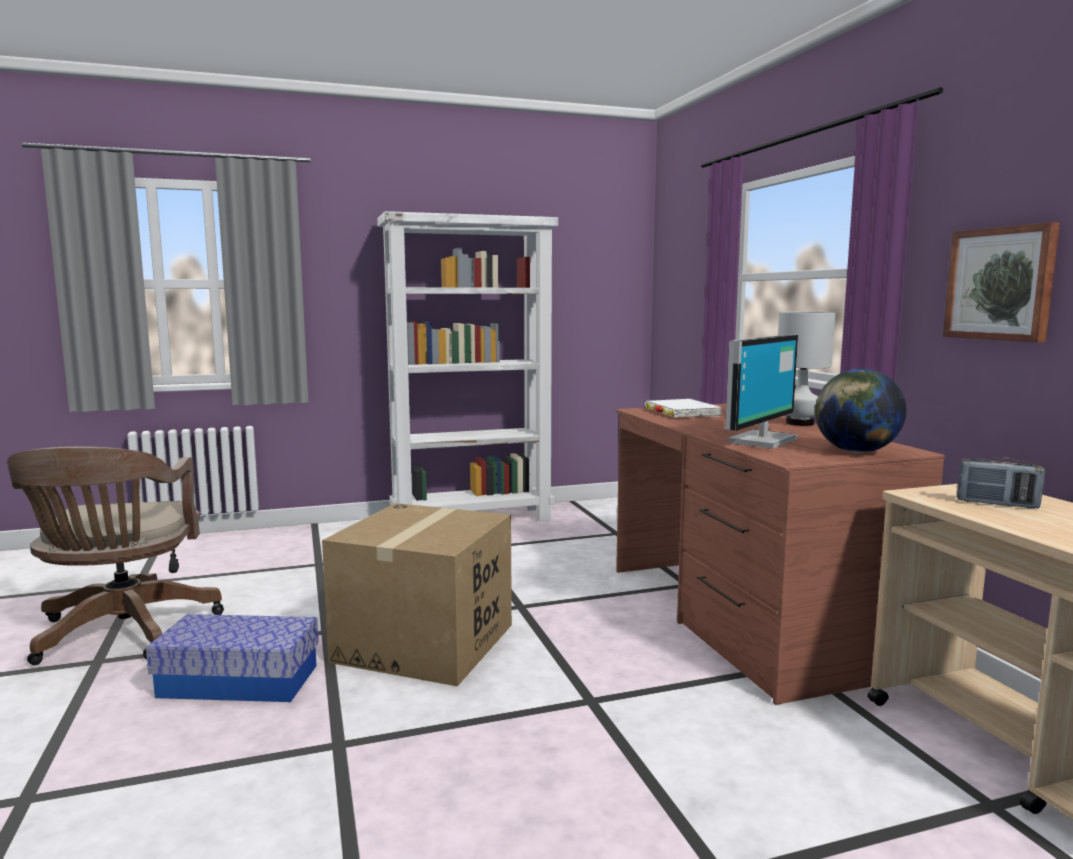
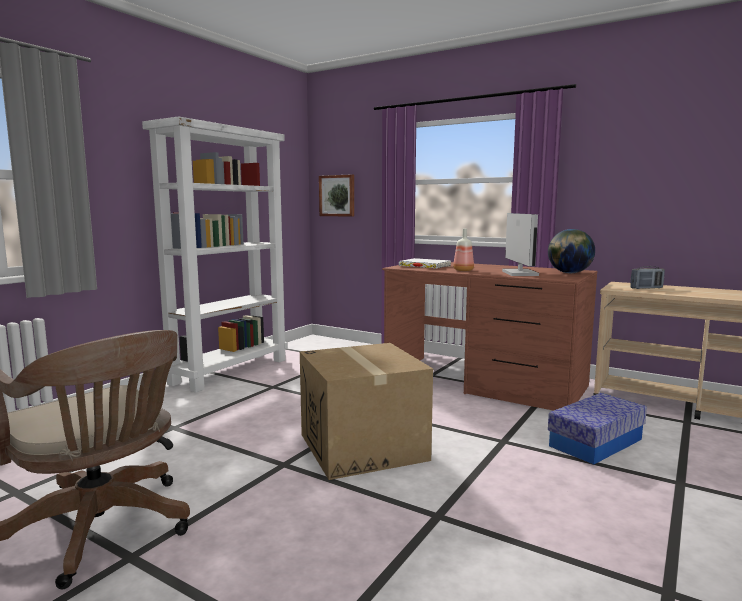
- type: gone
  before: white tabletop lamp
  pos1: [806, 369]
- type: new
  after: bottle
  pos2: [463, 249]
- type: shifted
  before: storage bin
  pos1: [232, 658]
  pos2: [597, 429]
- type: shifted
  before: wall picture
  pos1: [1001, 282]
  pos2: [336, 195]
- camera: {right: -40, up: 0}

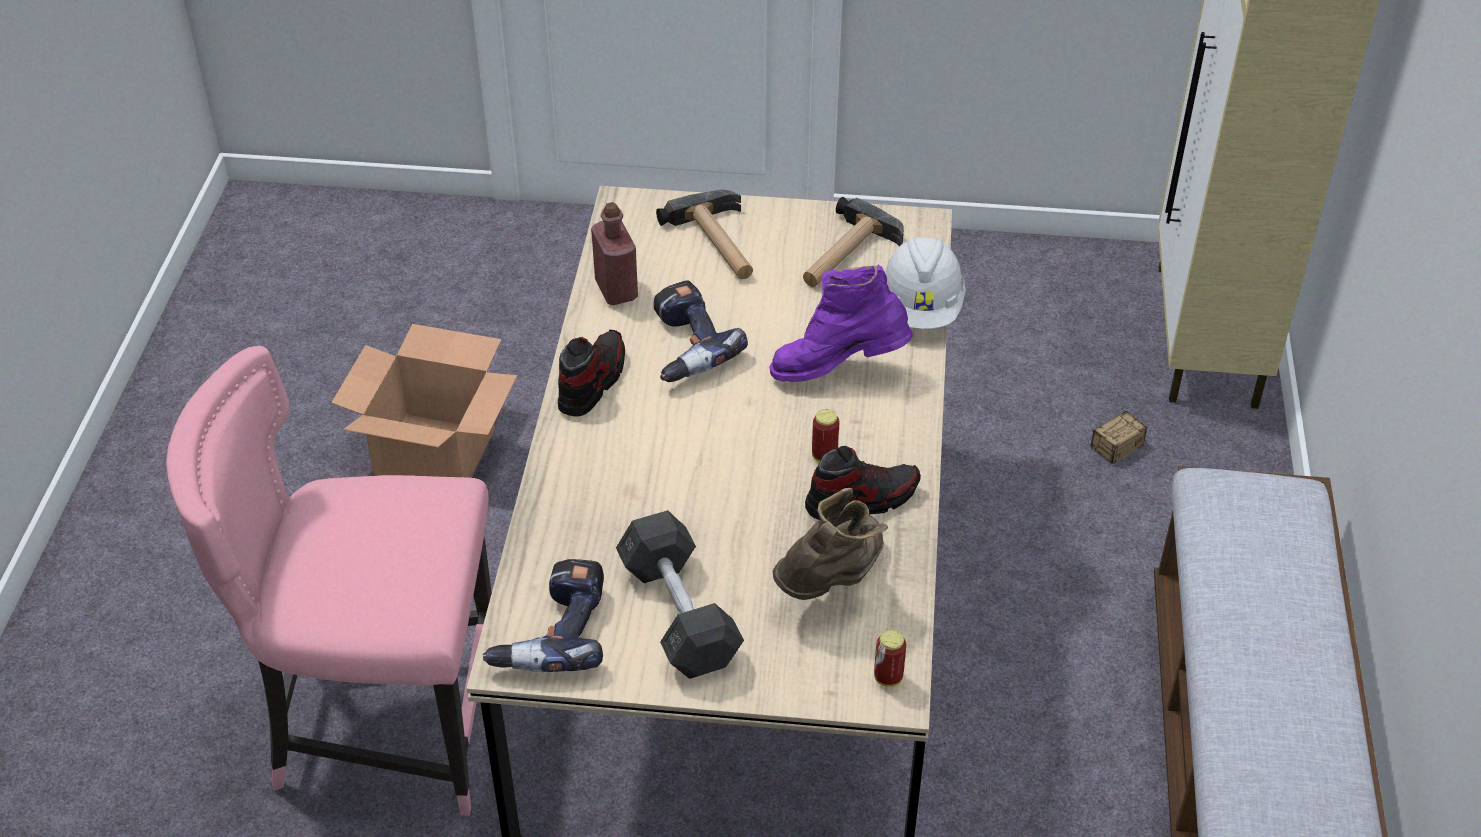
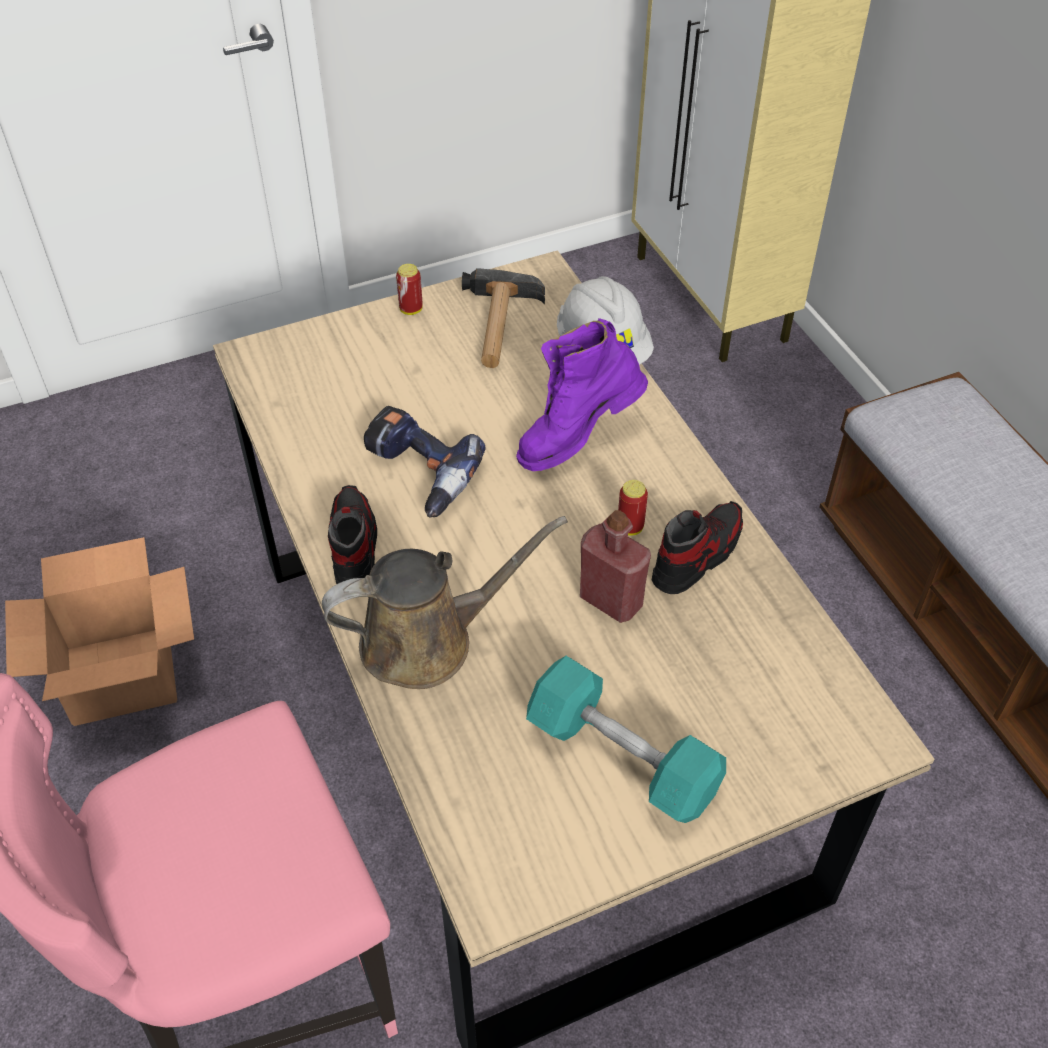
- type: gone
  before: electric drill
  pos1: [543, 615]
- type: gone
  before: tool hammer
  pos1: [704, 234]
- type: gone
  before: brownish tall boot
  pos1: [830, 544]
- type: gone
  before: storage bin
  pos1: [1112, 437]
- type: new
  after: brownish watering pot
  pos2: [445, 602]
- type: shifted
  before: red-coloured bottle
  pos1: [614, 253]
  pos2: [615, 566]
- type: shifted
  before: can
  pos1: [890, 658]
  pos2: [409, 289]
- type: repainted
  before: gray hand weight
  after: turquoise-coloured hand weight
  pos1: [680, 594]
  pos2: [626, 739]
- camera: {right: -30, up: 5}

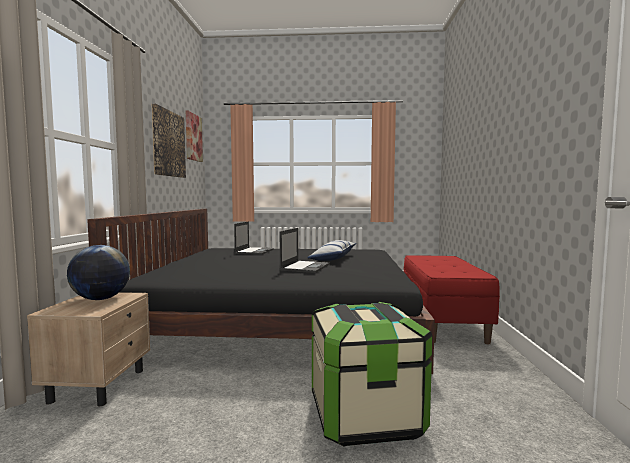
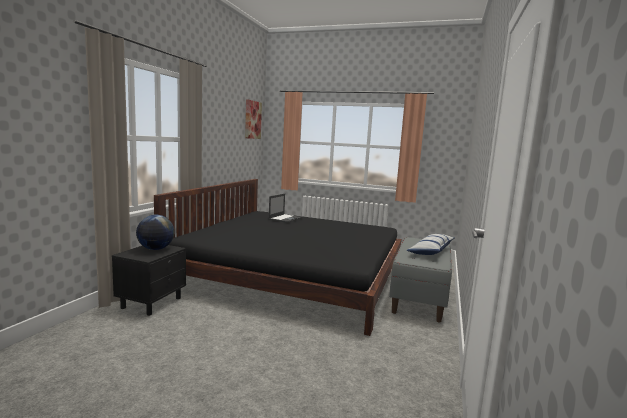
- type: gone
  before: wall picture
  pos1: [168, 141]
- type: gone
  before: laptop
  pos1: [304, 250]
- type: gone
  before: storage bin
  pos1: [372, 374]
- type: shifted
  before: throw pillow
  pos1: [331, 250]
  pos2: [430, 244]
- type: repainted
  before: beige bedside table
  after: black-coloured bedside table
  pos1: [88, 349]
  pos2: [149, 280]
- type: repainted
  before: red-coloured indoor bench
  after: gray indoor bench
  pos1: [451, 299]
  pos2: [420, 280]
- camera: {right: 15, up: 5}

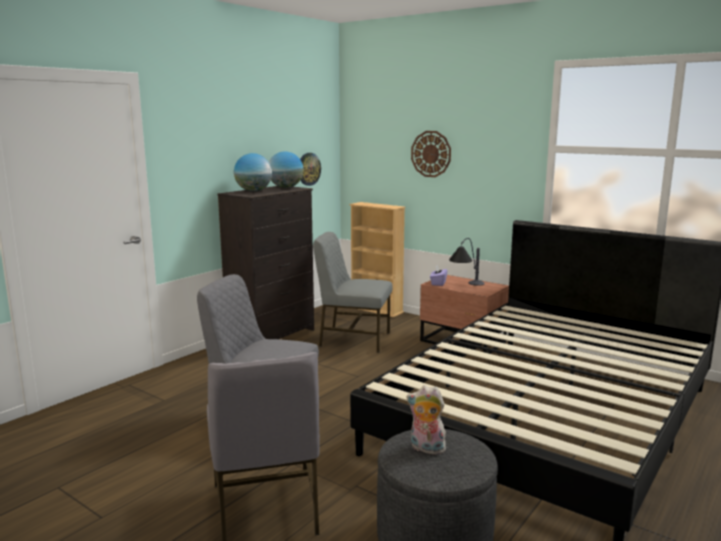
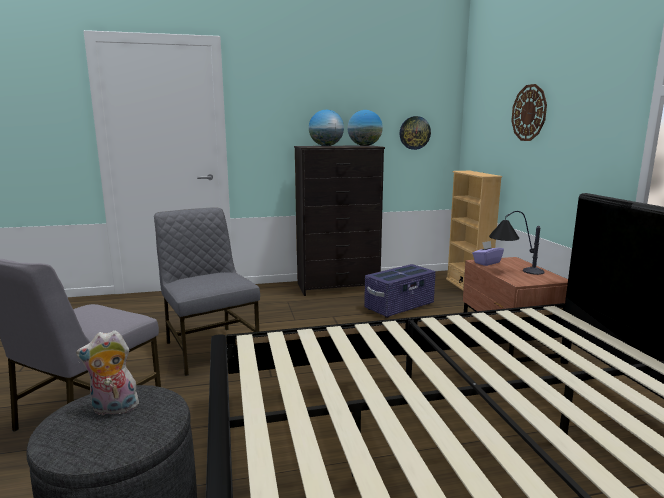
- type: swapped
  before: gray plain chair
  after: purple storage bin
  pos1: [353, 292]
  pos2: [400, 291]
- type: rotated
  before: cuddly toy
  pos1: [426, 420]
  pos2: [108, 373]
  turn: -75
- camera: {right: 40, up: 0}

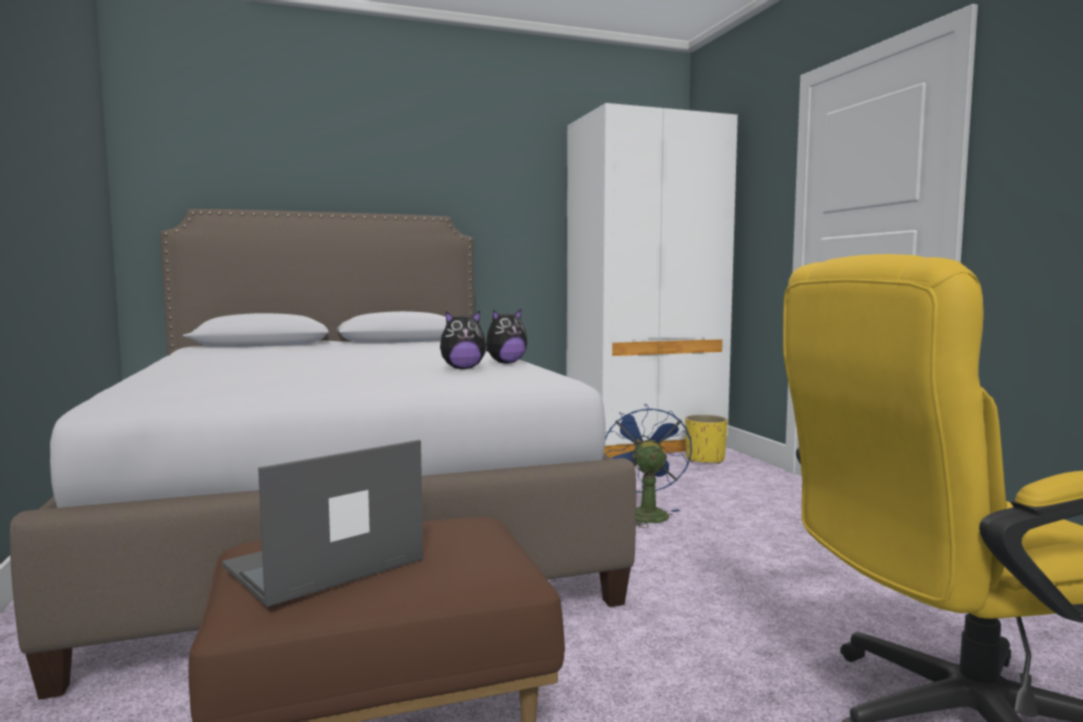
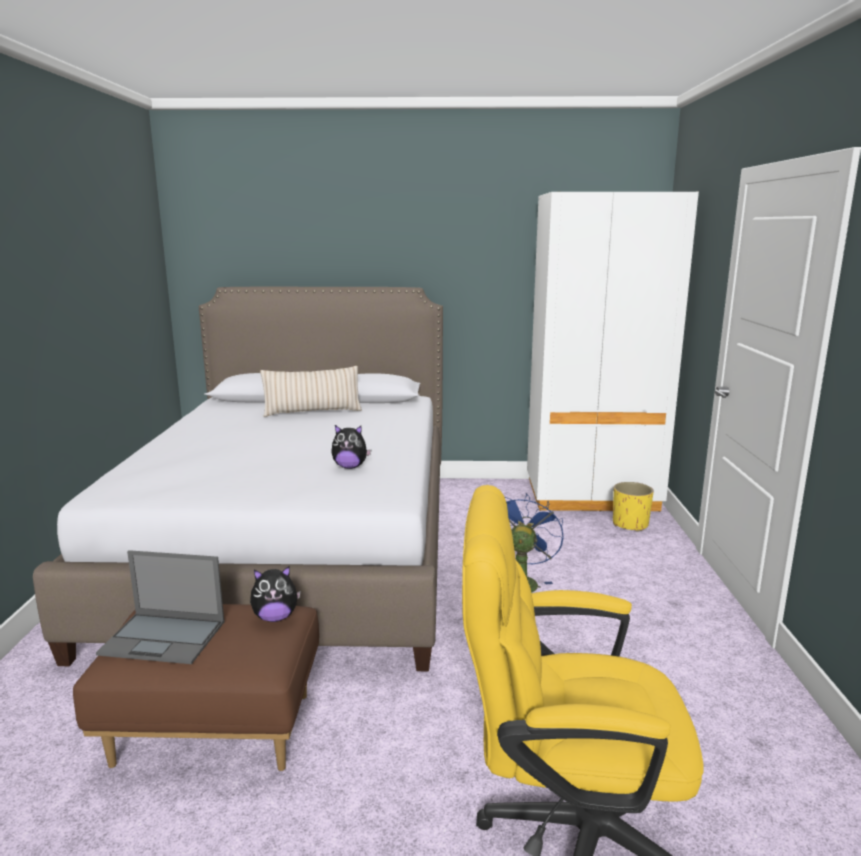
- type: new
  after: beige throw pillow
  pos2: [311, 391]
- type: shifted
  before: cuddly toy
  pos1: [506, 336]
  pos2: [275, 594]
- type: rotated
  before: laptop
  pos1: [322, 523]
  pos2: [160, 607]
  turn: -150
- camera: {right: 20, up: 10}

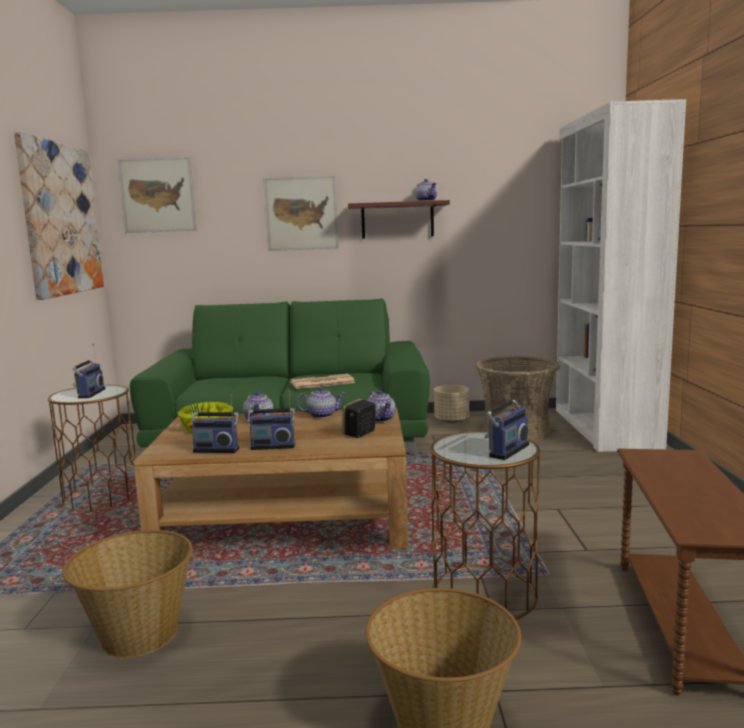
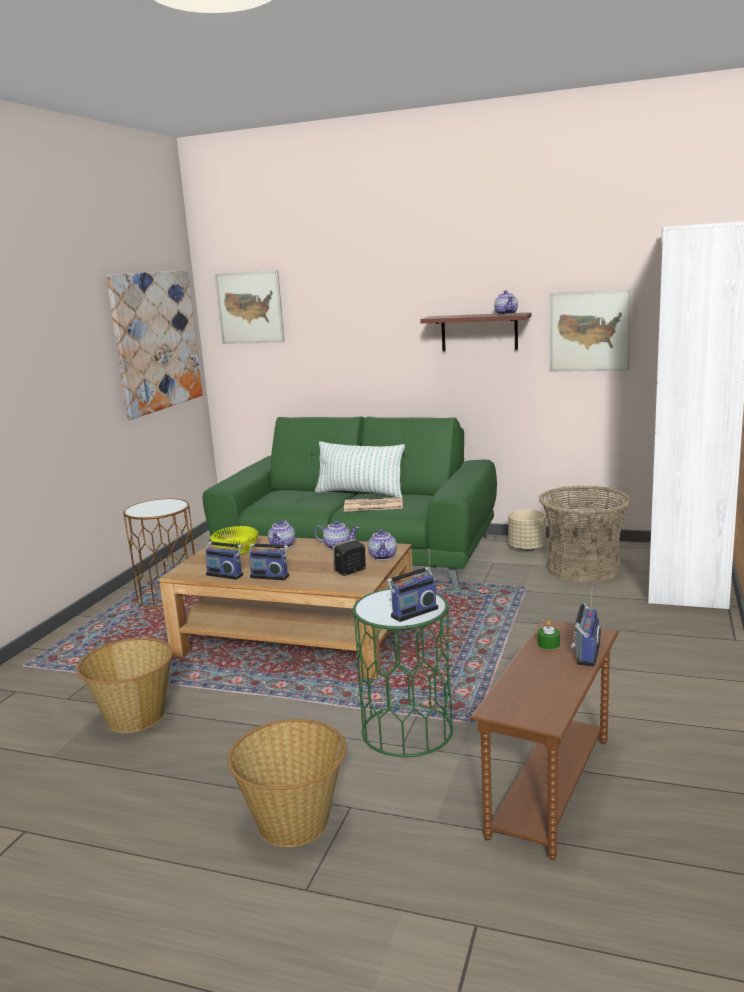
- type: new
  after: throw pillow
  pos2: [360, 469]
- type: new
  after: green-coloured candle
  pos2: [549, 635]
- type: shifted
  before: radio
  pos1: [88, 371]
  pos2: [586, 625]
- type: shifted
  before: wall picture
  pos1: [301, 213]
  pos2: [590, 330]
- type: repainted
  before: brownish end table
  after: green-coloured end table
  pos1: [485, 525]
  pos2: [403, 673]
- camera: {right: 20, up: 5}

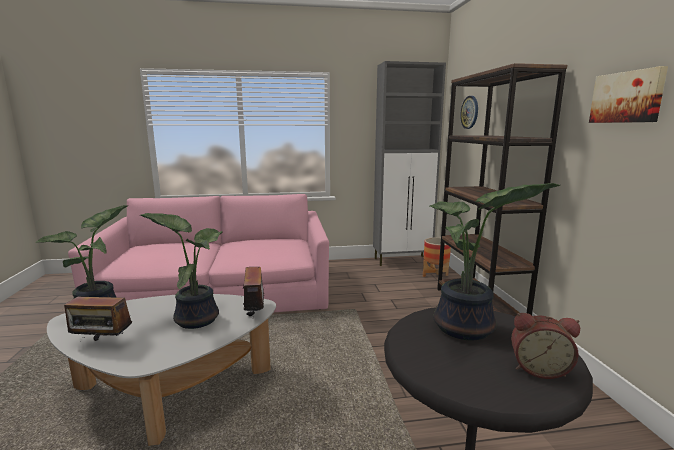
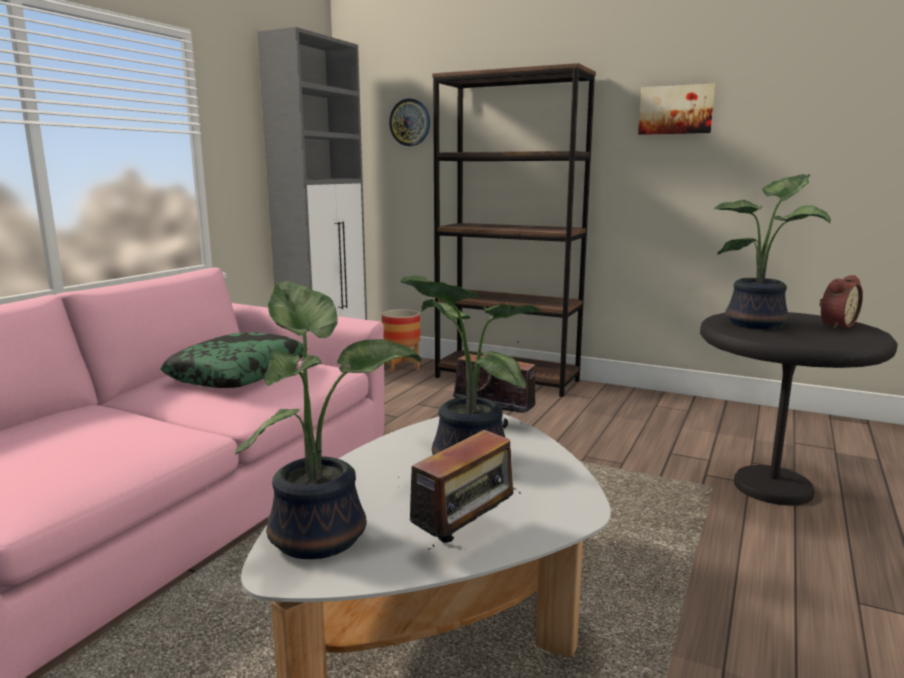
- type: new
  after: throw pillow
  pos2: [231, 360]
- camera: {right: -55, up: 0}

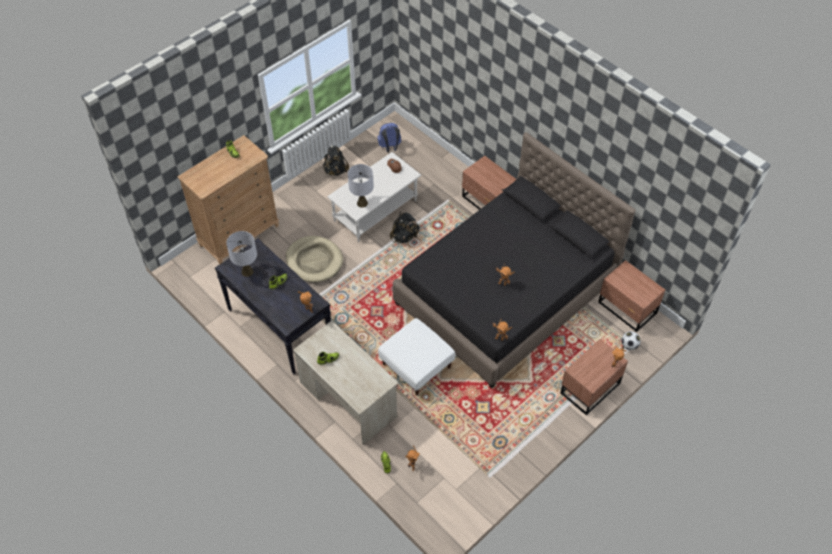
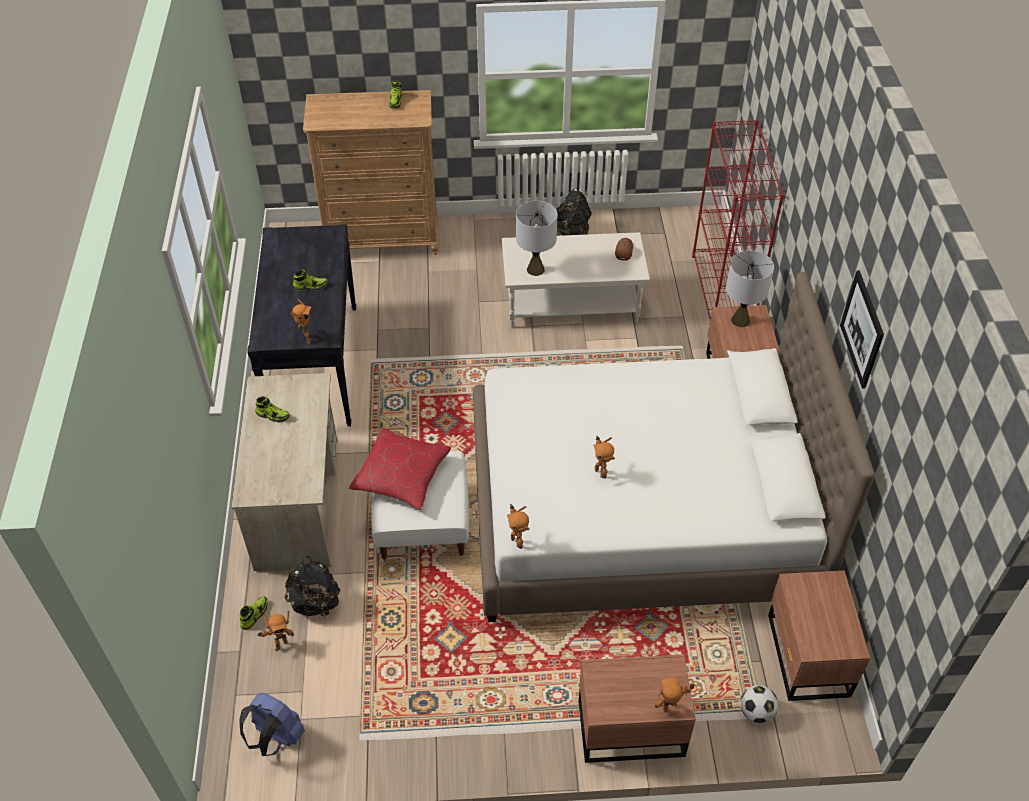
- type: gone
  before: beige dog bed
  pos1: [314, 259]
- type: new
  after: red-coloured throw pillow
  pos2: [400, 468]
- type: new
  after: red-coloured bookcase
  pos2: [738, 219]
- type: new
  after: wall picture
  pos2: [862, 329]
- type: shifted
  before: gray tabletop lamp
  pos1: [241, 254]
  pos2: [750, 288]
- type: shifted
  before: blue backpack
  pos1: [389, 137]
  pos2: [272, 724]
- type: shifted
  before: black-coloured backpack
  pos1: [404, 227]
  pos2: [312, 587]
- type: repainted
  before: black-coloured bedroom bed
  after: white bedroom bed
  pos1: [514, 260]
  pos2: [674, 446]
- camera: {right: 40, up: -5}

